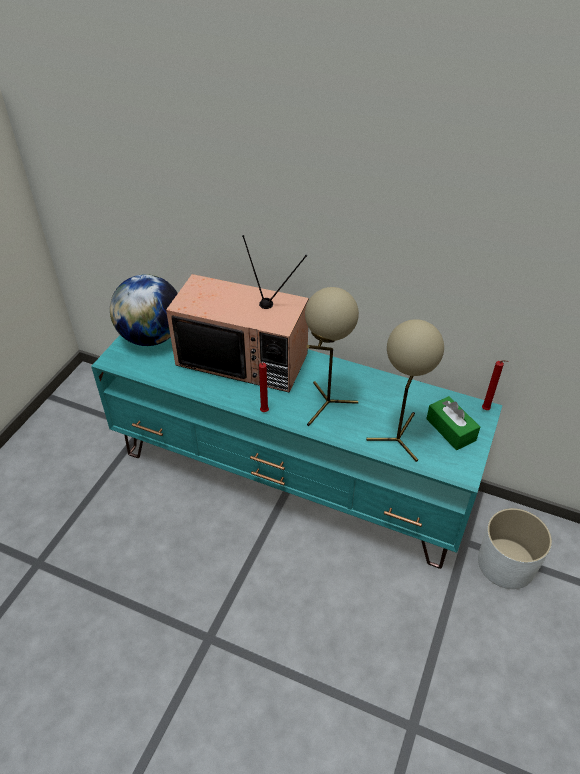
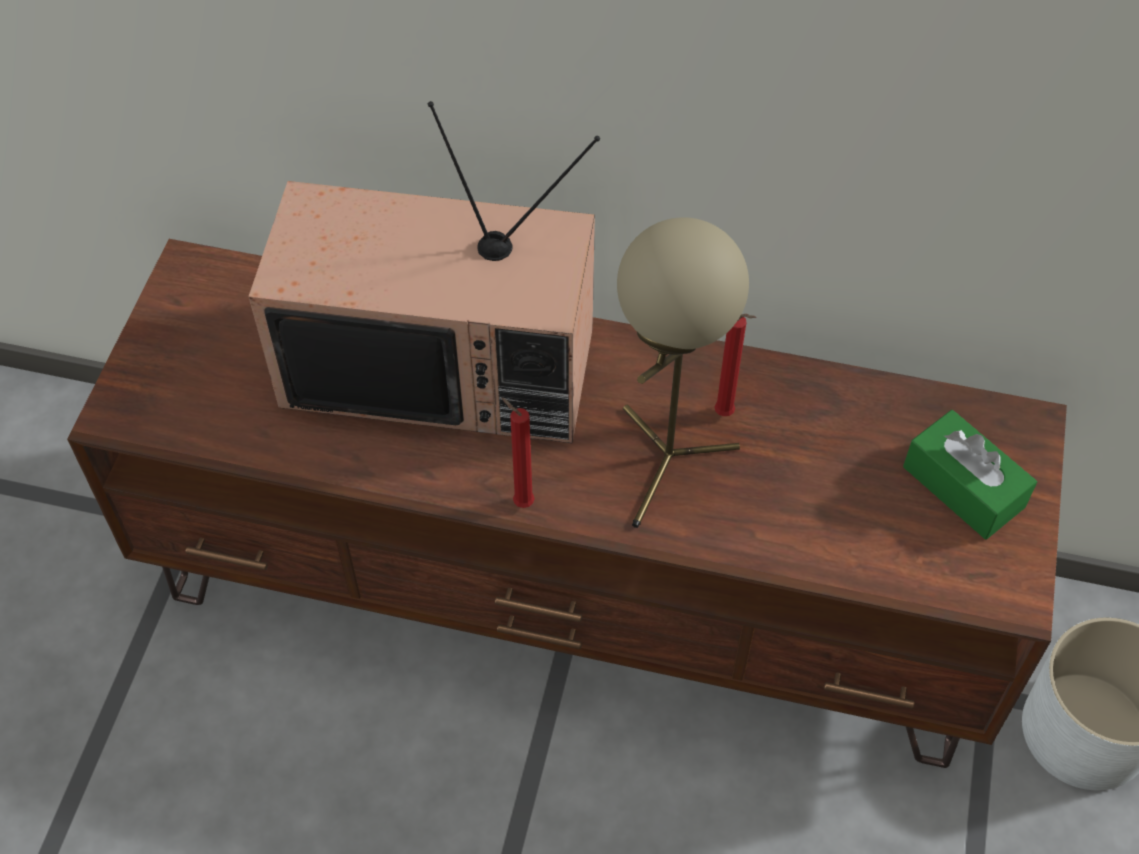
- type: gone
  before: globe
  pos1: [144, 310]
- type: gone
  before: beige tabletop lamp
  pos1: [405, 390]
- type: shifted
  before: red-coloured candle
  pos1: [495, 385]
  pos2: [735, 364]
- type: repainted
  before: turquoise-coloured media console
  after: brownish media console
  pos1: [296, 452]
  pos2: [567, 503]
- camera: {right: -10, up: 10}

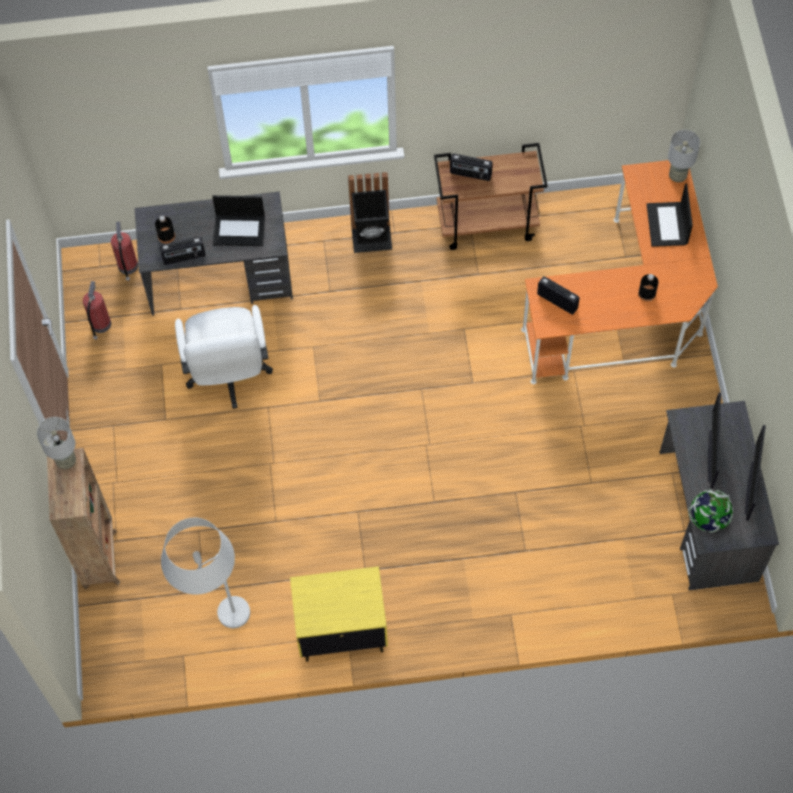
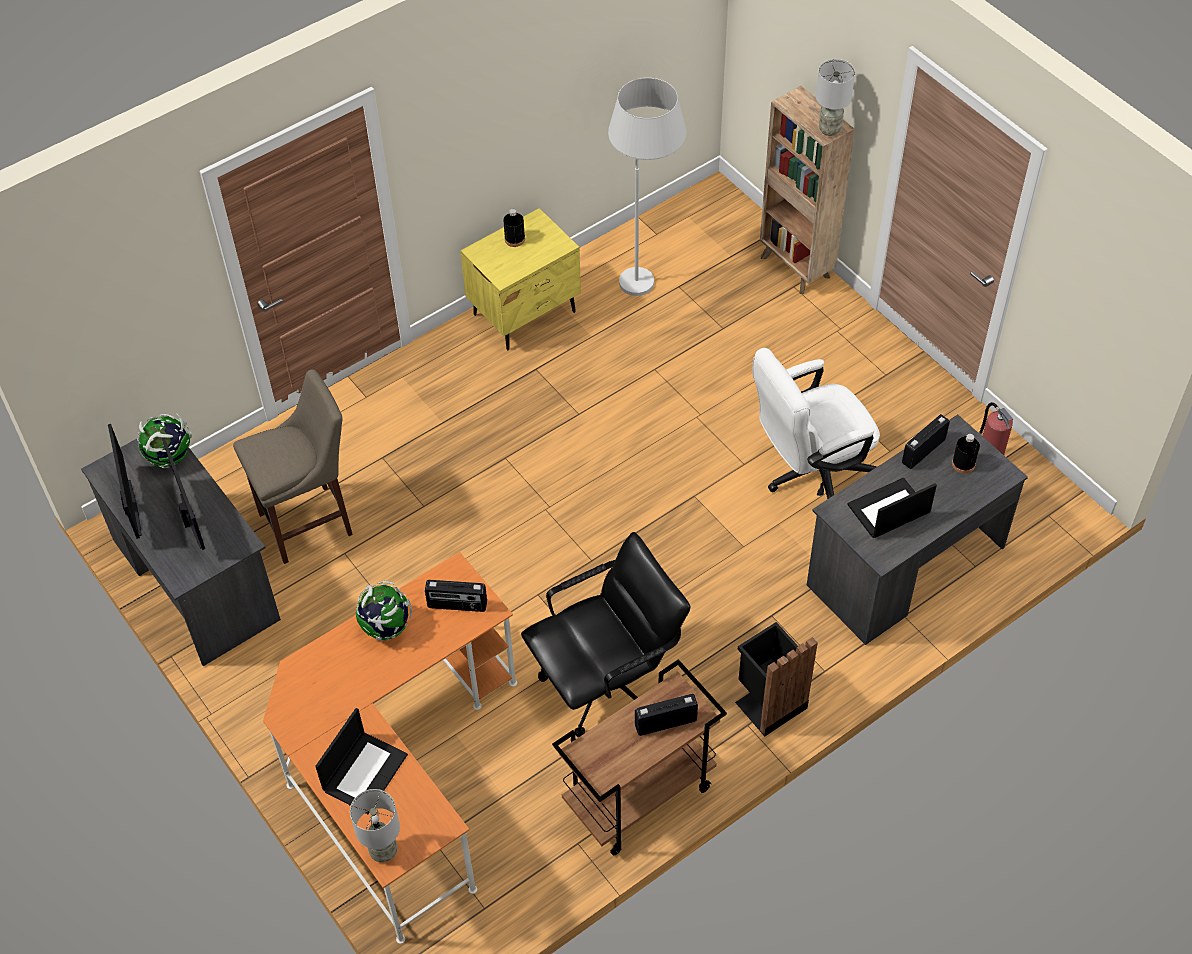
- type: gone
  before: fire extinguisher
  pos1: [124, 251]
- type: new
  after: beige stool seat
  pos2: [293, 466]
- type: new
  after: globe
  pos2: [384, 611]
- type: new
  after: black-coloured computer chair
  pos2: [605, 634]
- type: shifted
  before: black-coloured bottle
  pos1: [648, 288]
  pos2: [514, 228]
- type: rotated
  before: white computer chair
  pos1: [224, 357]
  pos2: [816, 423]
  turn: -75
- type: rotated
  before: laptop
  pos1: [670, 215]
  pos2: [361, 761]
  turn: 60
- camera: {right: 150, up: -10}

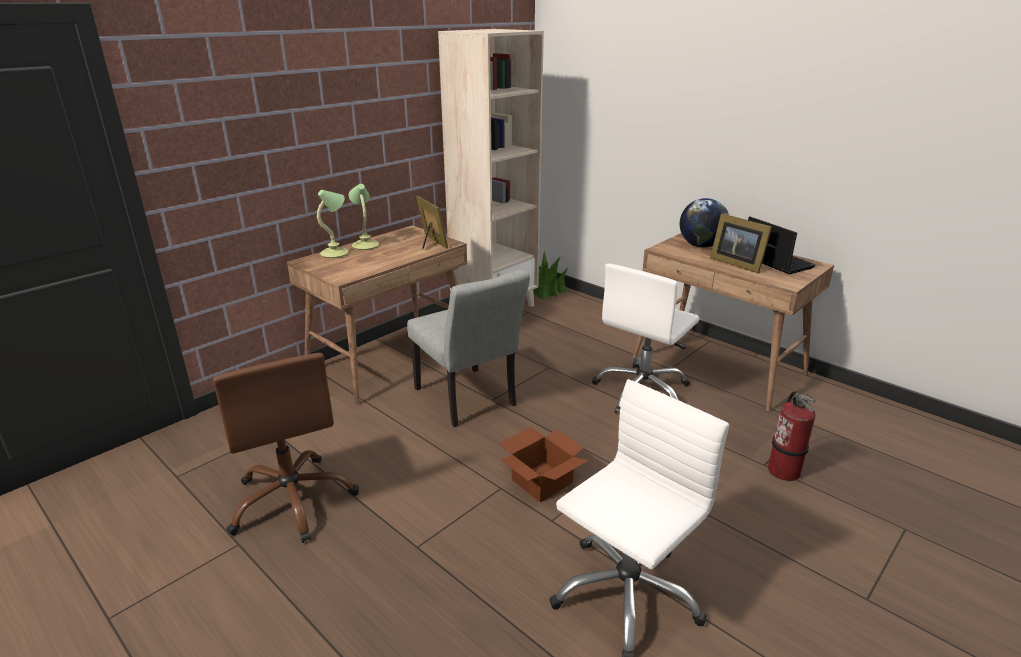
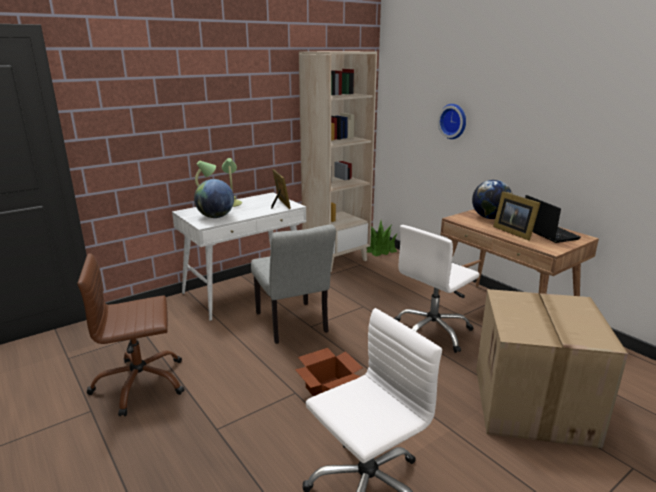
- type: new
  after: globe
  pos2: [214, 198]
- type: new
  after: hanging clock
  pos2: [452, 121]
- type: swapped
  before: fire extinguisher
  after: packing box
  pos1: [792, 436]
  pos2: [552, 368]
- type: repainted
  before: brownish desk table
  after: white desk table
  pos1: [377, 315]
  pos2: [239, 256]
- type: rotated
  before: brownish computer chair
  pos1: [286, 448]
  pos2: [131, 334]
  turn: 90
- camera: {right: 10, up: -5}

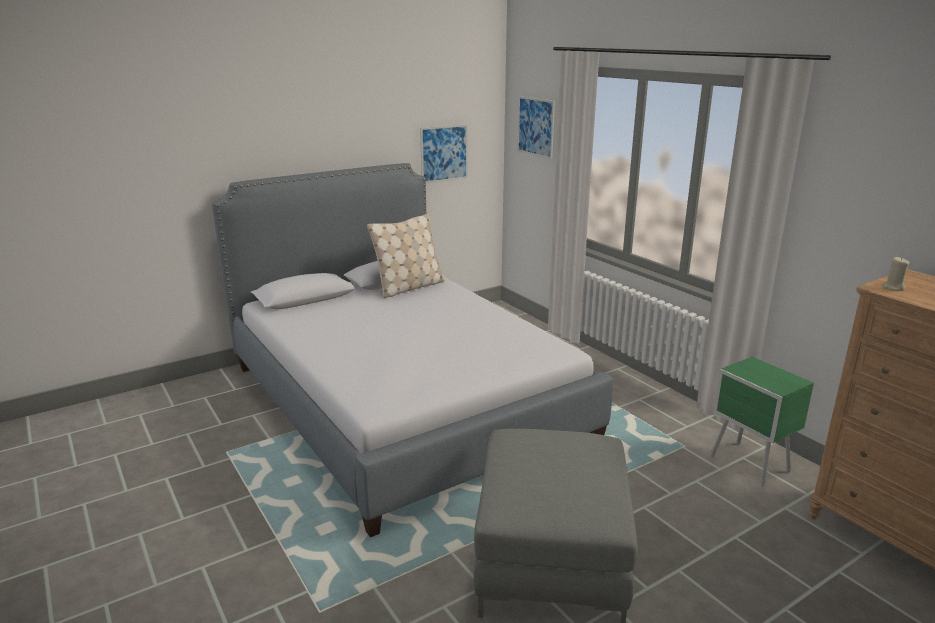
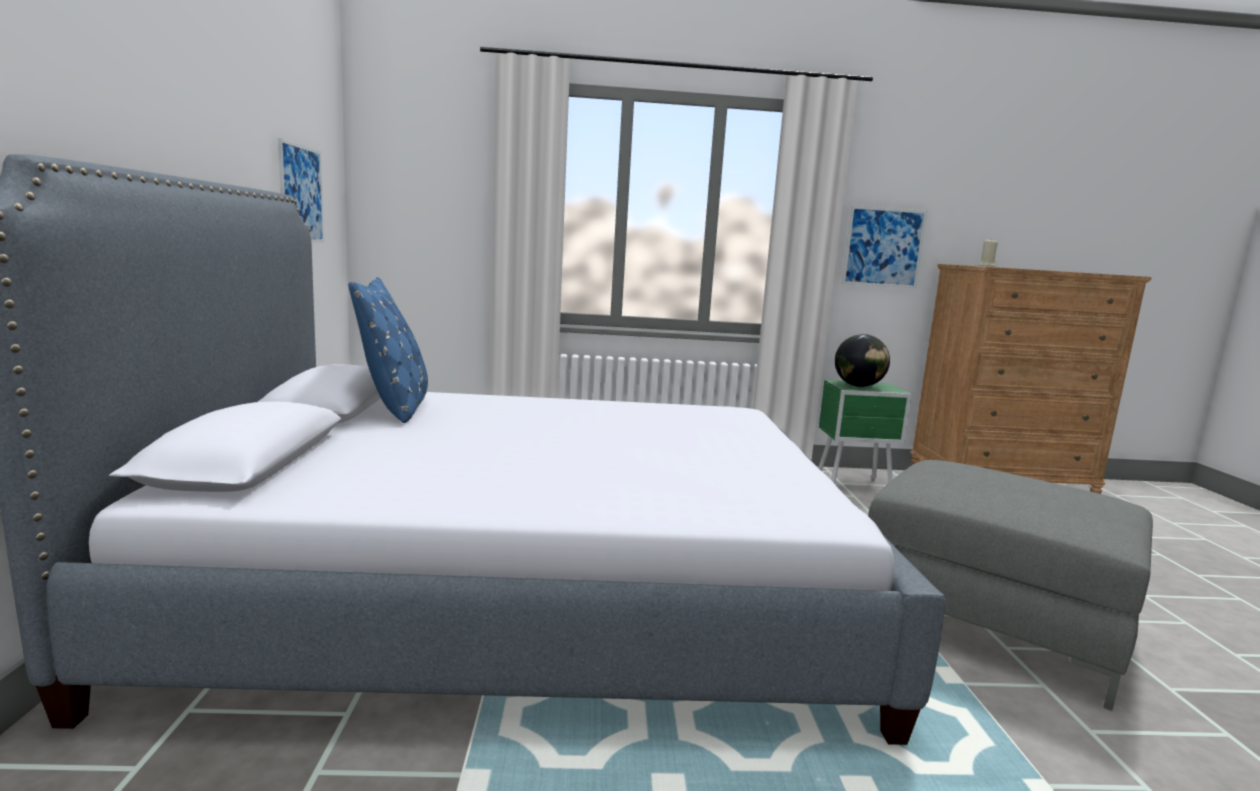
- type: new
  after: globe
  pos2: [862, 360]
- type: shifted
  before: wall picture
  pos1: [536, 127]
  pos2: [884, 247]
- type: repainted
  before: beige throw pillow
  after: blue throw pillow
  pos1: [406, 256]
  pos2: [388, 350]
- camera: {right: -60, up: -10}

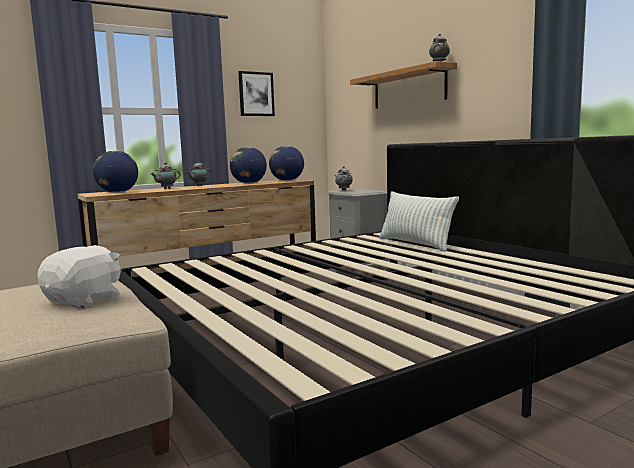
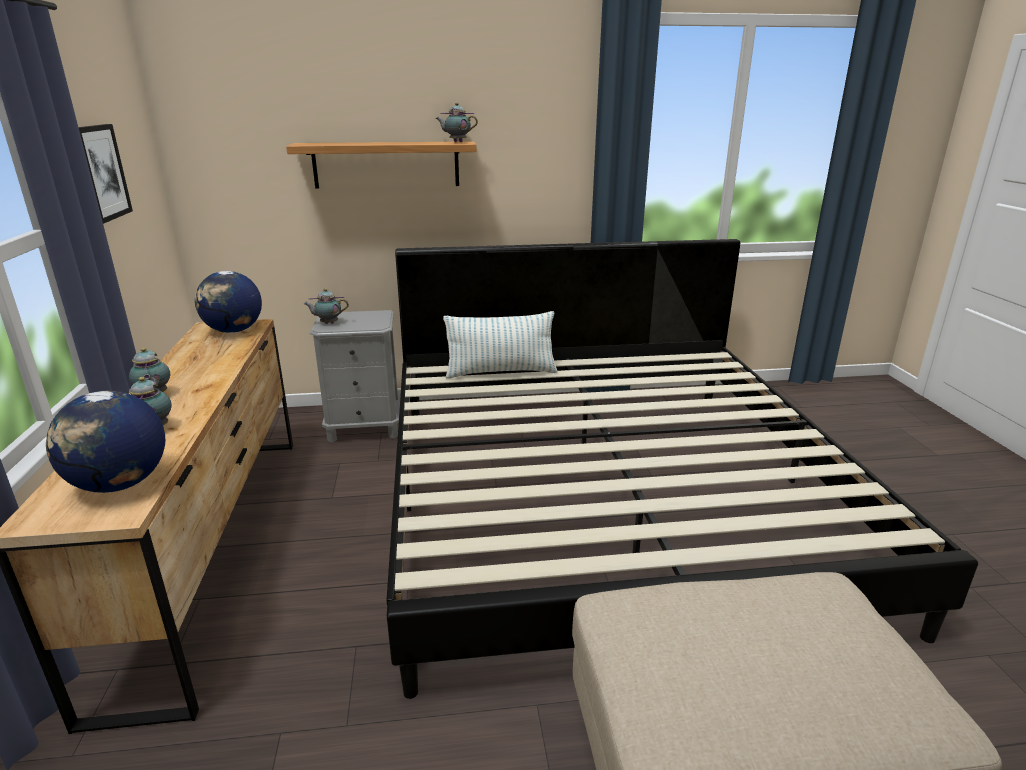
- type: gone
  before: white cuddly toy
  pos1: [79, 276]
- type: gone
  before: globe
  pos1: [248, 165]
- camera: {right: -65, up: 15}

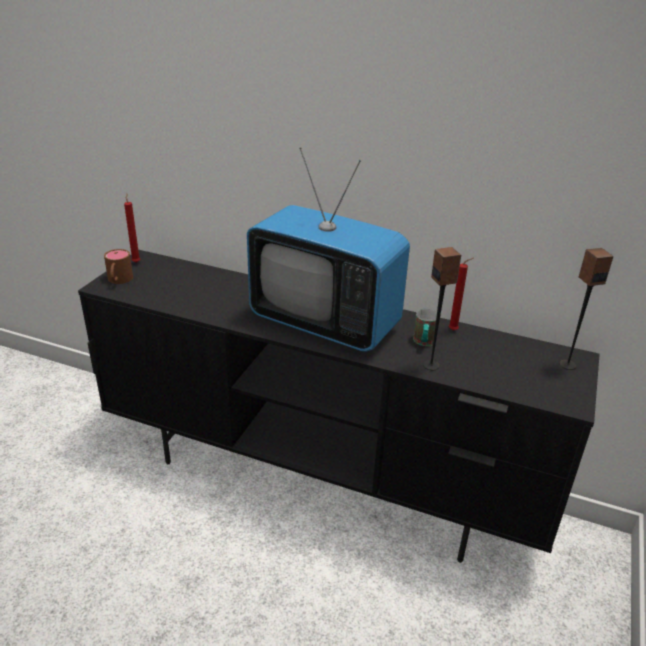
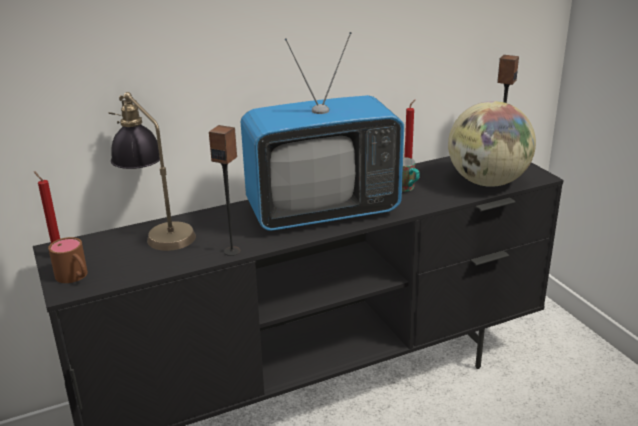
- type: new
  after: tabletop lamp
  pos2: [152, 171]
- type: new
  after: globe
  pos2: [492, 144]
- type: shifted
  before: loudspeaker
  pos1: [442, 308]
  pos2: [225, 190]
- camera: {right: -45, up: -5}

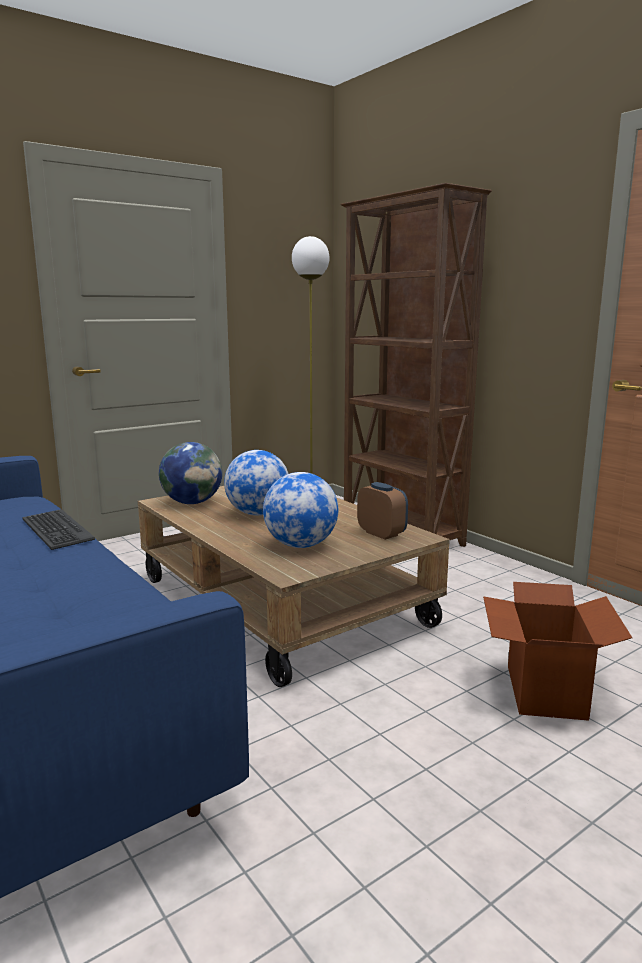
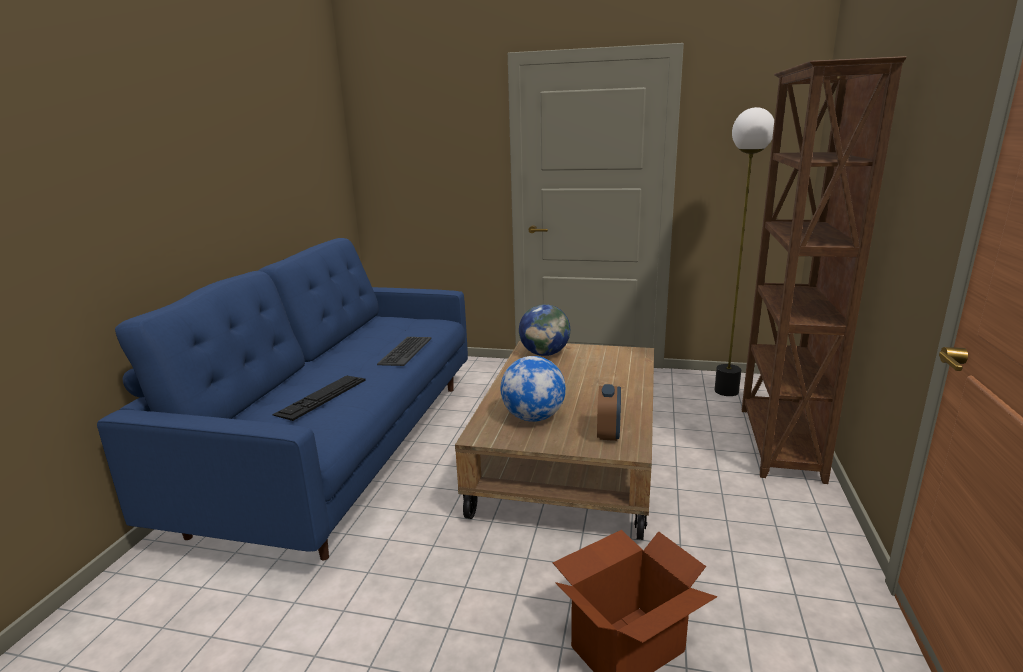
- type: gone
  before: globe
  pos1: [256, 482]
- type: new
  after: PC keyboard
  pos2: [319, 398]
- camera: {right: 50, up: 5}

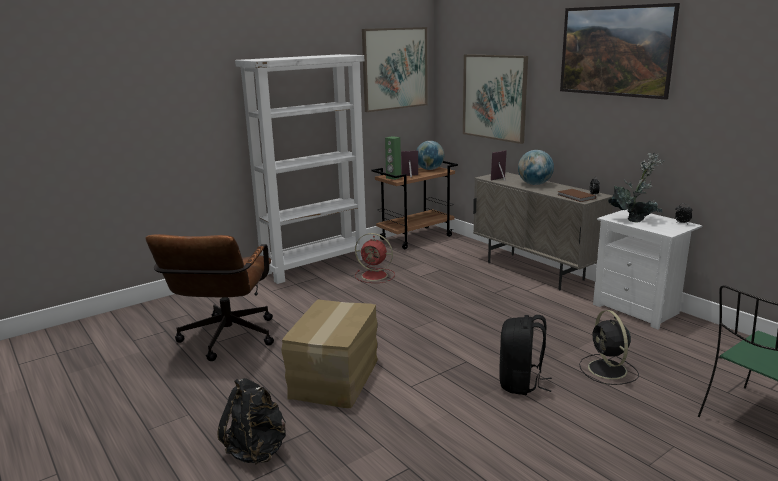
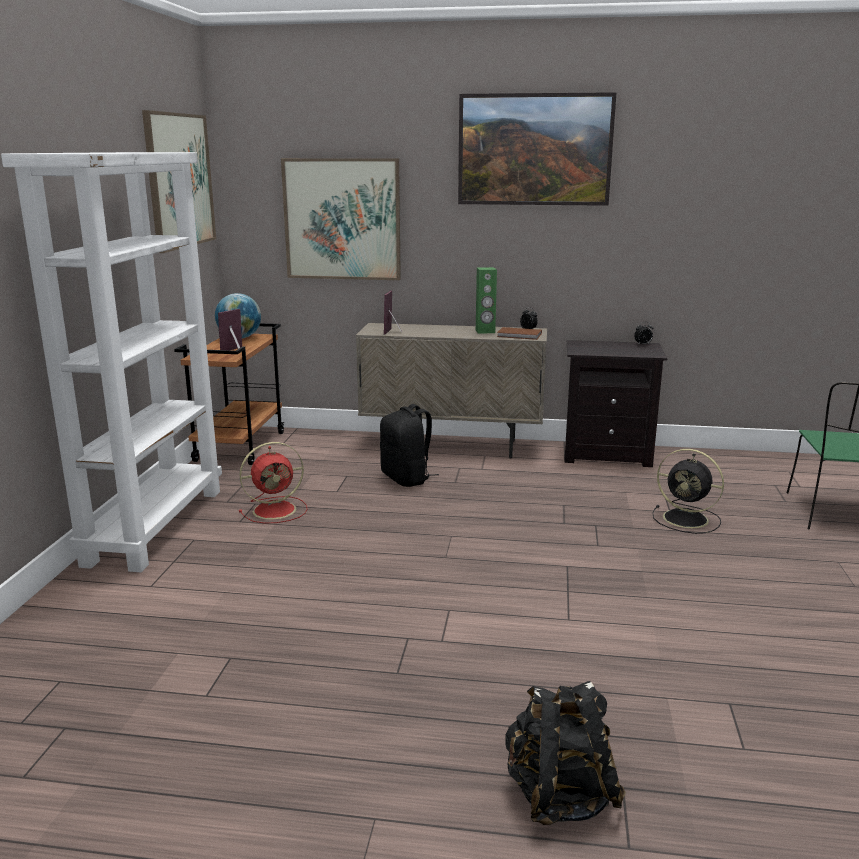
- type: gone
  before: brownish computer chair
  pos1: [209, 297]
- type: gone
  before: packing box
  pos1: [329, 353]
- type: gone
  before: globe
  pos1: [536, 167]
- type: gone
  before: houseplant
  pos1: [636, 187]
- type: shifted
  before: green-coloured loudspeaker
  pos1: [393, 158]
  pos2: [486, 300]
- type: shifted
  before: black-coloured backpack
  pos1: [525, 355]
  pos2: [409, 445]
- type: repainted
  before: white bedside table
  after: black-coloured bedside table
  pos1: [648, 270]
  pos2: [615, 403]
- camera: {right: -45, up: 0}

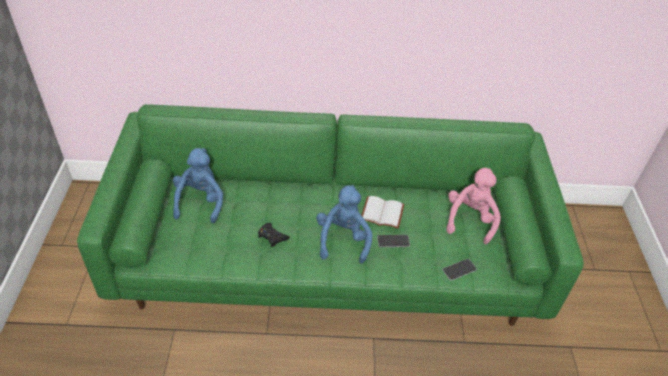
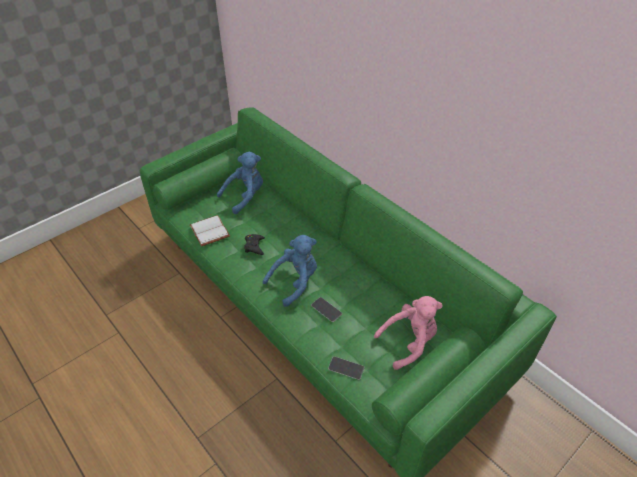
- type: shifted
  before: white bound book
  pos1: [382, 212]
  pos2: [210, 231]
- camera: {right: 50, up: 0}

